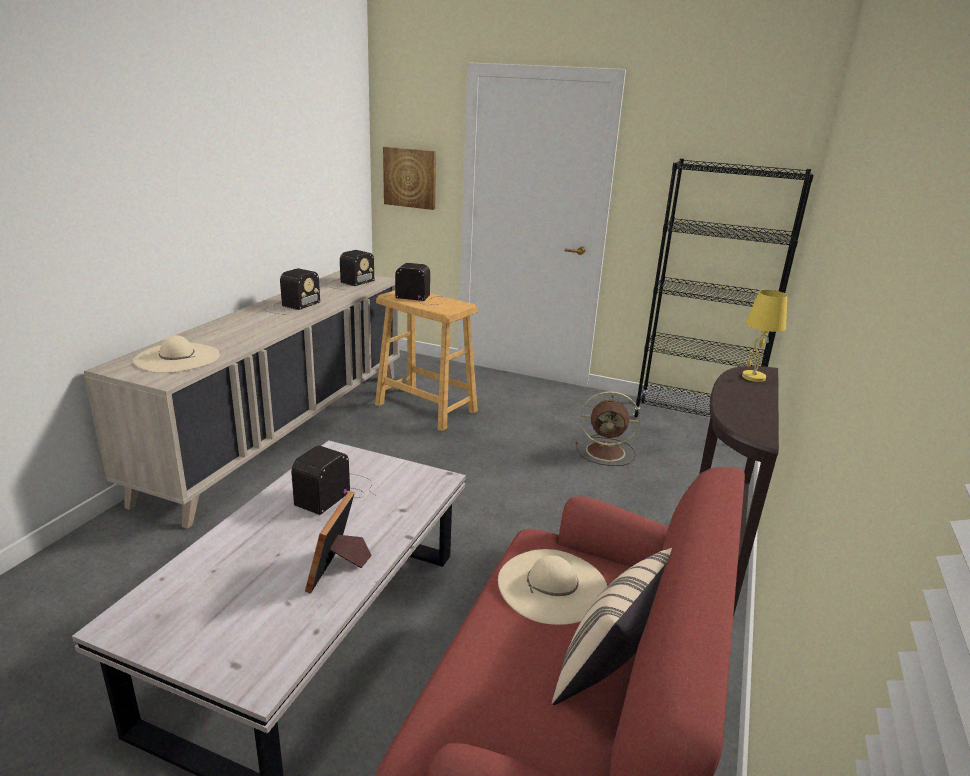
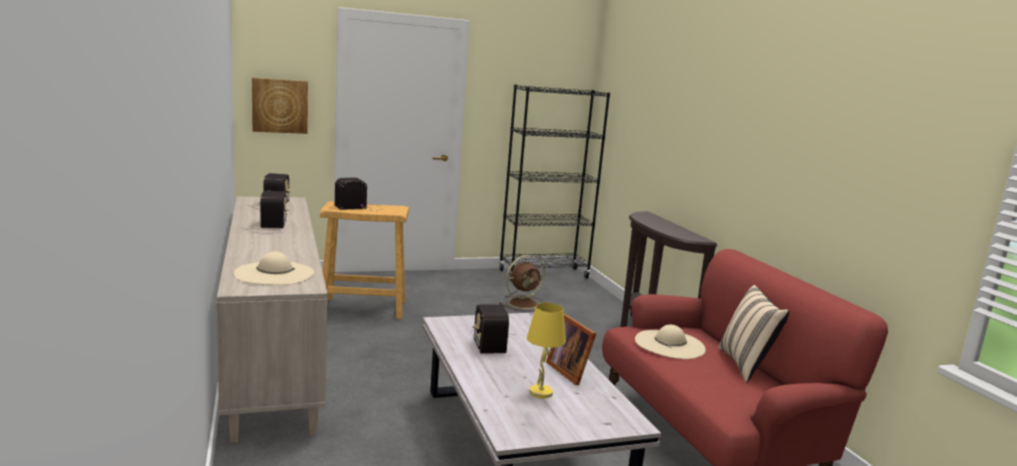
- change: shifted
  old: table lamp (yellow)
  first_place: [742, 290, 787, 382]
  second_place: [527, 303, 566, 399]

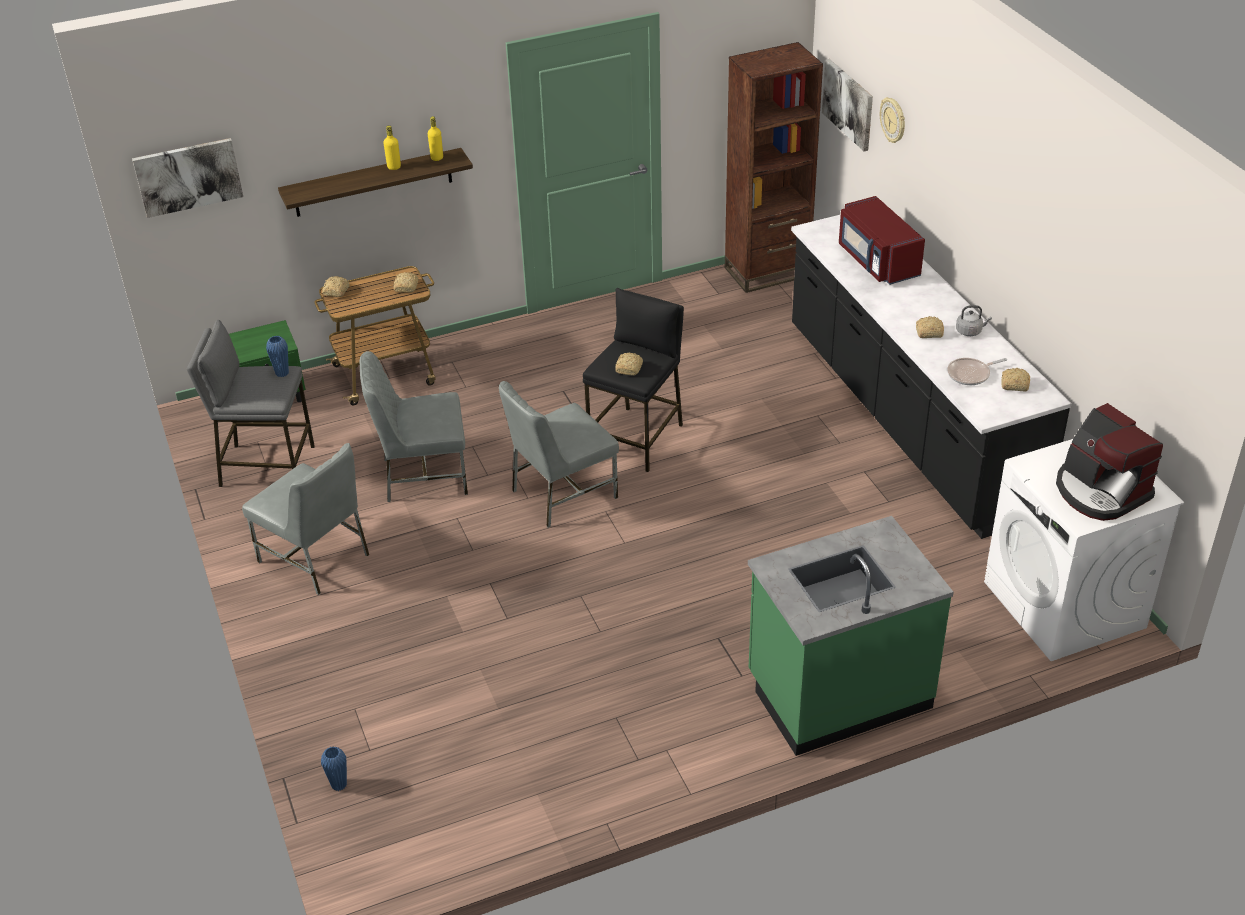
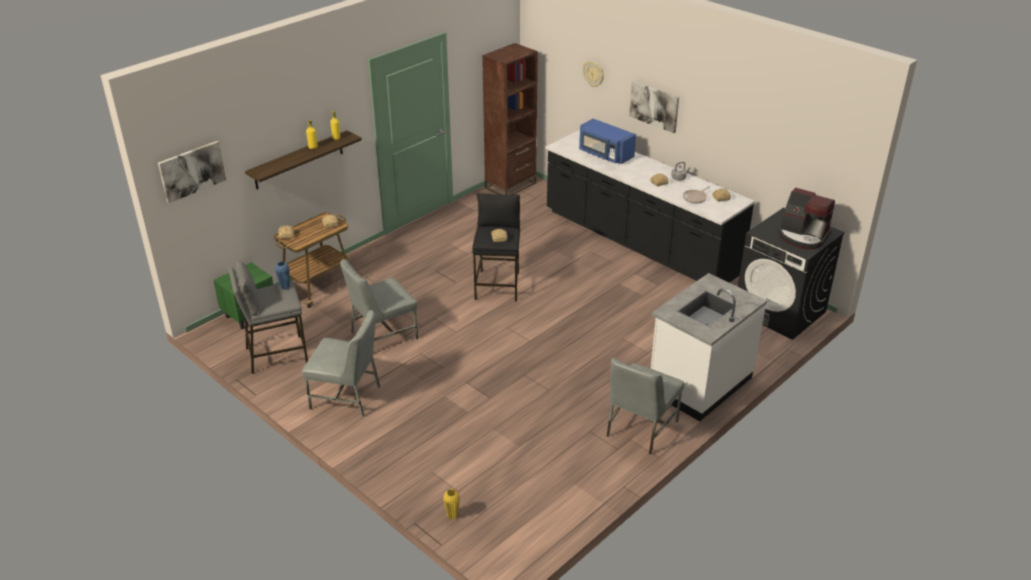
- change: shifted
  old: picture
  first_place: [822, 59, 873, 151]
  second_place: [629, 81, 679, 133]
- change: repainted
  old: microwave (red)
  new: microwave (blue)
  first_place: [839, 196, 925, 285]
  second_place: [579, 118, 636, 164]
- change: shifted
  old: chair (grey)
  first_place: [499, 381, 619, 528]
  second_place: [607, 358, 684, 455]
- change: repainted
  old: washing machine (white)
  new: washing machine (black)
  first_place: [984, 439, 1184, 661]
  second_place: [738, 207, 845, 340]
- change: repainted
  old: counter (green)
  new: counter (white)
  first_place: [748, 516, 954, 756]
  second_place: [651, 273, 767, 421]
- change: repainted
  old: vase (blue)
  new: vase (yellow)
  first_place: [321, 746, 347, 791]
  second_place: [443, 489, 460, 520]

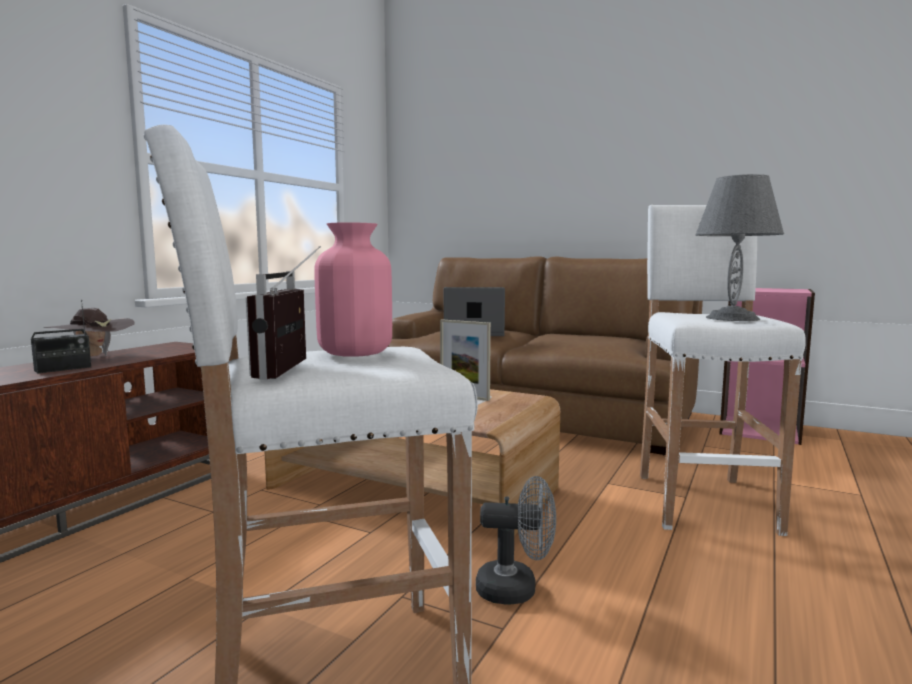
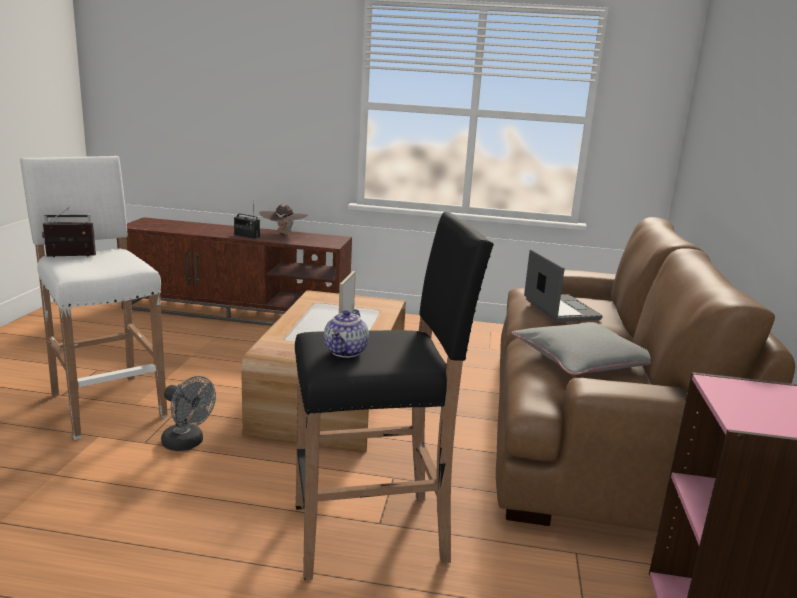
- change: swapped
  old: table lamp (grey)
  new: teapot
  first_place: [695, 174, 784, 321]
  second_place: [324, 309, 369, 358]
- change: repainted
  old: stool (white)
  new: stool (black)
  first_place: [640, 205, 806, 536]
  second_place: [295, 212, 494, 580]
- change: gone
  old: vase (pink)
  first_place: [314, 222, 392, 357]
- change: rotated
  old: fan (grey)
  first_place: [476, 476, 556, 604]
  second_place: [161, 376, 216, 451]
  degrees: -45
- change: new
  new: pillow (grey)
  second_place: [511, 322, 651, 375]

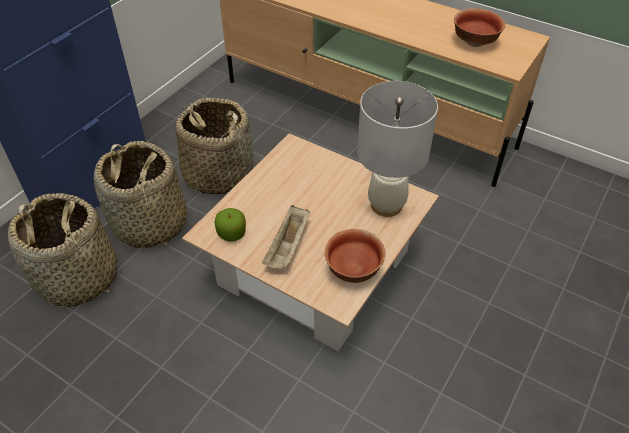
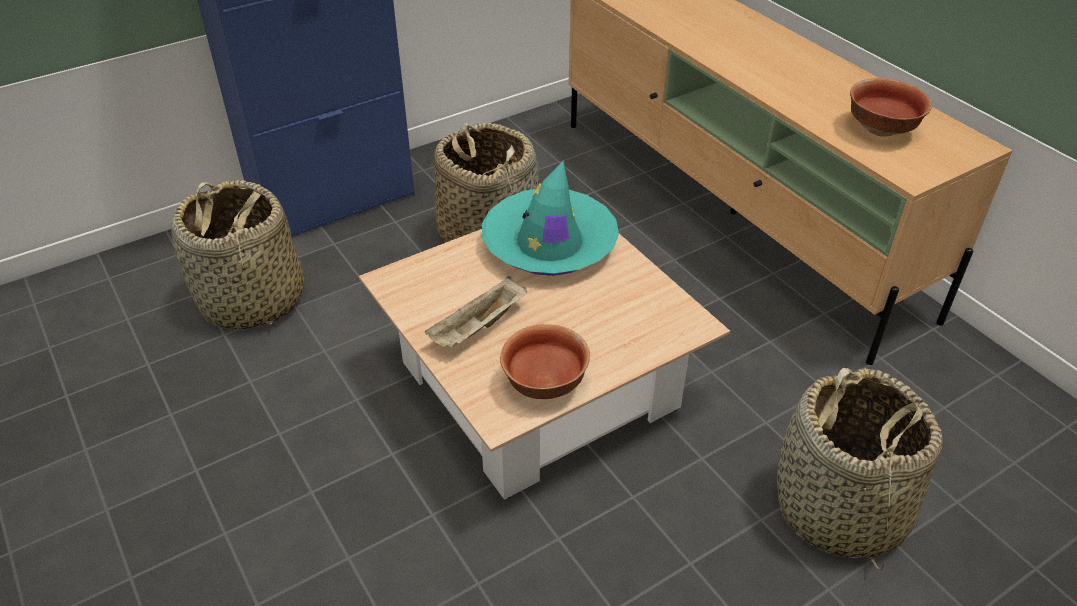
- change: gone
  old: table lamp (white)
  first_place: [357, 81, 438, 217]
- change: shifted
  old: basket
  first_place: [94, 141, 187, 248]
  second_place: [777, 368, 943, 571]
- change: gone
  old: apple
  first_place: [215, 208, 246, 242]
- change: new
  new: hat (turquoise)
  second_place: [482, 160, 619, 276]

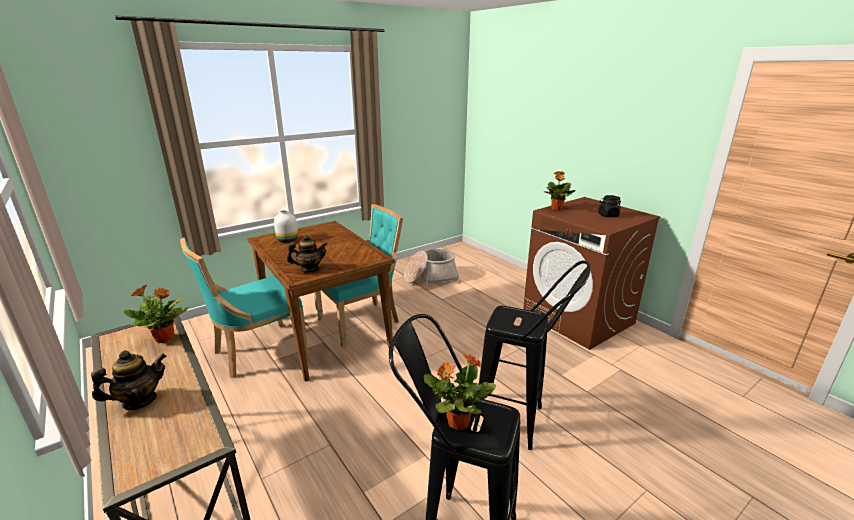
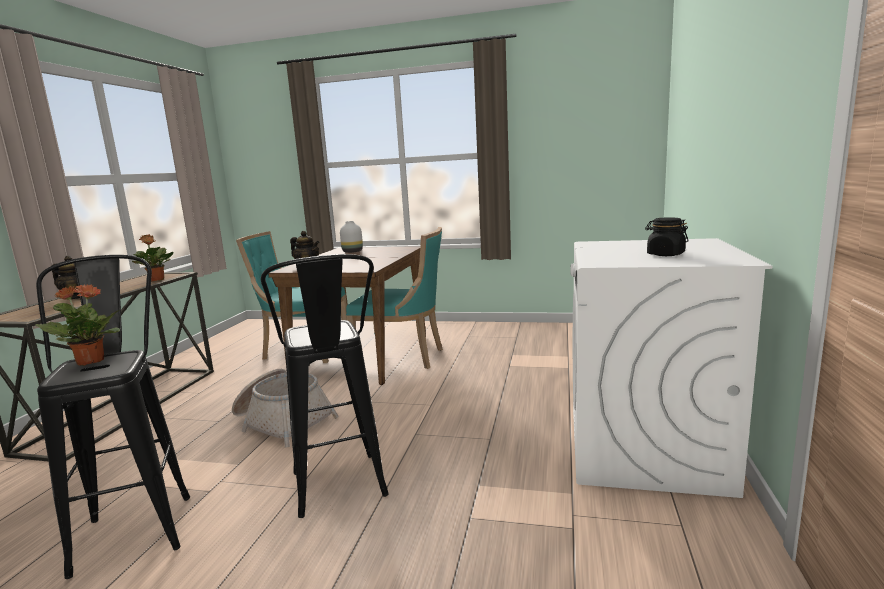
- change: gone
  old: potted plant
  first_place: [544, 171, 575, 210]
- change: repainted
  old: washing machine (brown)
  new: washing machine (white)
  first_place: [523, 197, 660, 350]
  second_place: [570, 238, 772, 498]
- change: shifted
  old: basket
  first_place: [404, 249, 461, 287]
  second_place: [232, 369, 339, 448]

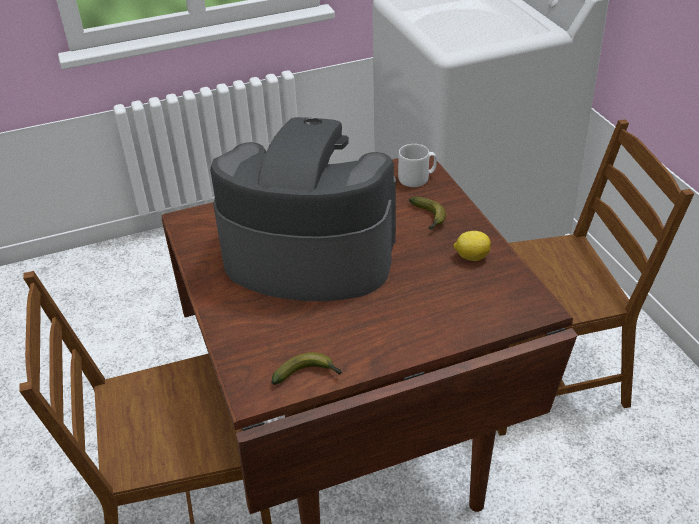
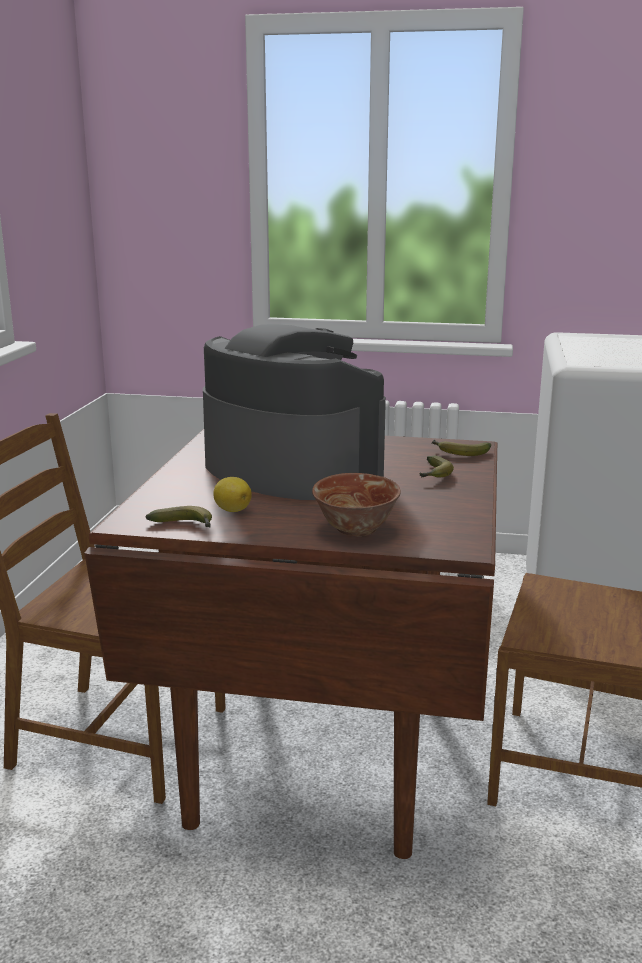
- change: swapped
  old: mug (grey)
  new: banana
  first_place: [398, 144, 437, 187]
  second_place: [432, 440, 491, 456]
- change: shifted
  old: lemon
  first_place: [453, 231, 491, 261]
  second_place: [213, 477, 252, 512]
- change: new
  new: bowl
  second_place: [312, 473, 401, 536]

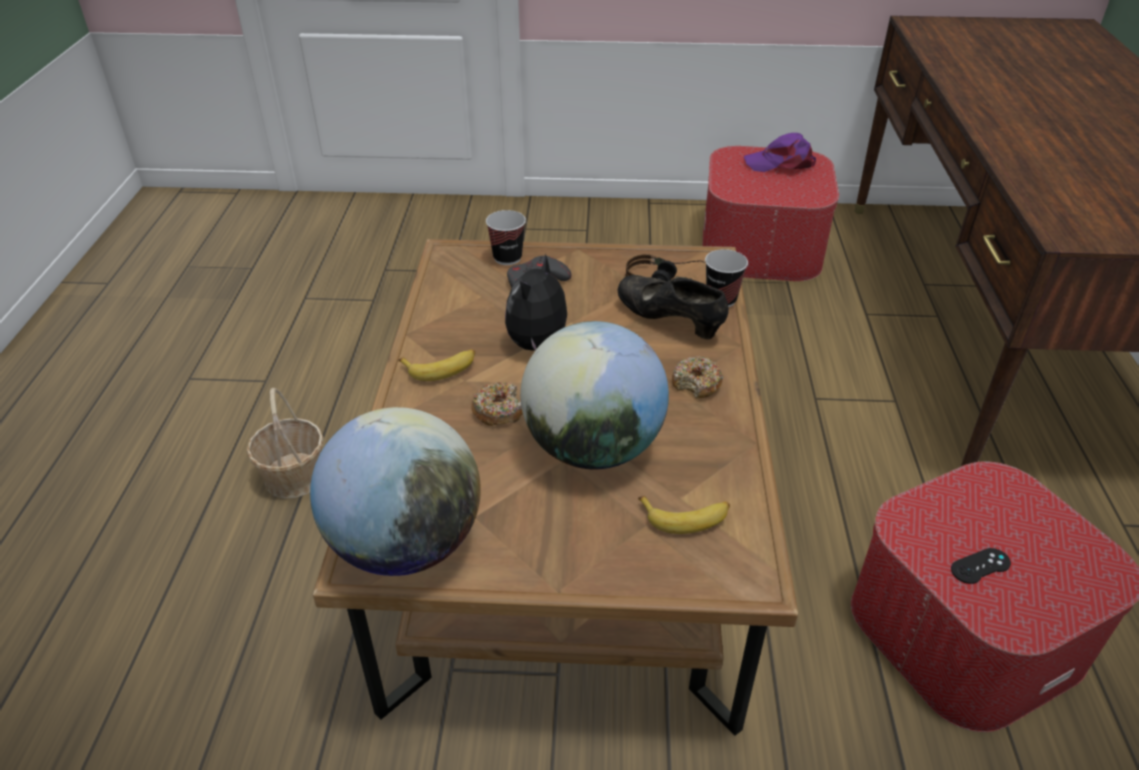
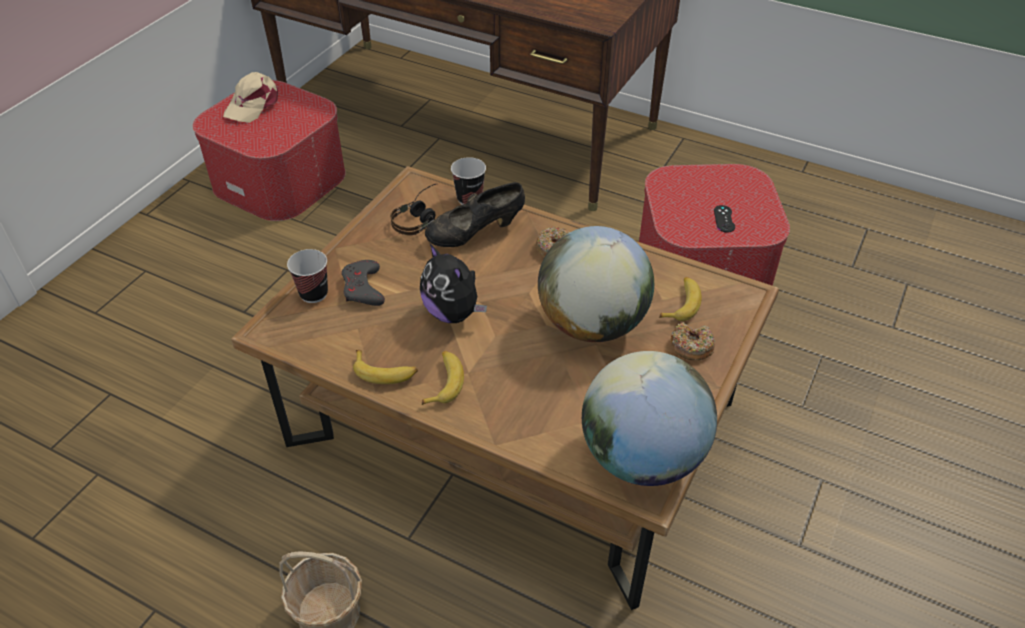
- change: repainted
  old: cap (purple)
  new: cap (beige)
  first_place: [744, 133, 816, 172]
  second_place: [223, 72, 278, 123]
- change: shifted
  old: donut
  first_place: [471, 382, 523, 426]
  second_place: [671, 322, 715, 360]
- change: new
  new: banana
  second_place: [353, 350, 418, 384]

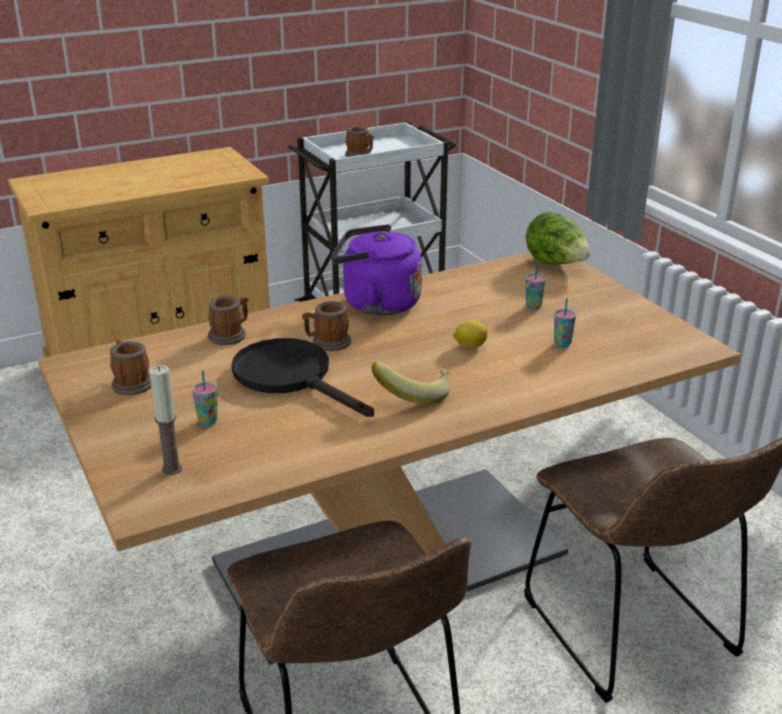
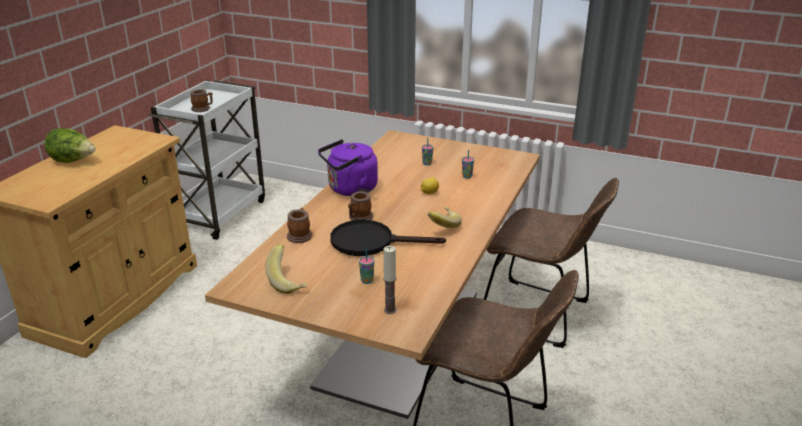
- change: shifted
  old: lettuce
  first_place: [526, 212, 590, 265]
  second_place: [44, 128, 95, 163]
- change: swapped
  old: mug
  new: banana
  first_place: [110, 340, 151, 395]
  second_place: [265, 244, 307, 294]

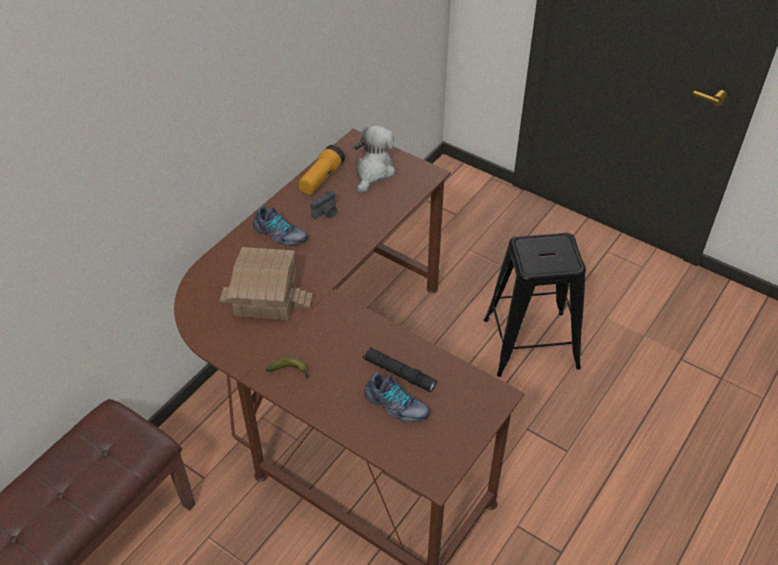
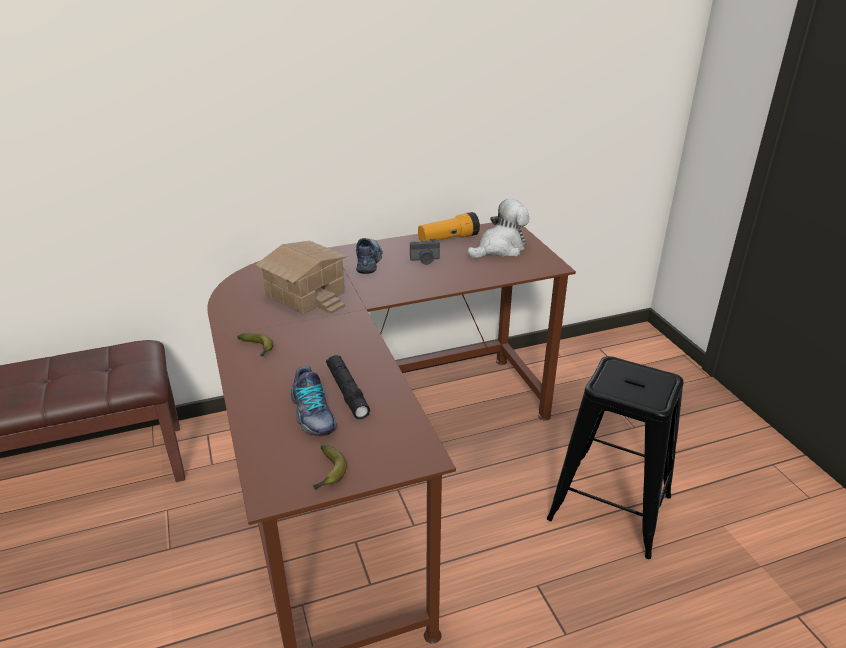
- change: rotated
  old: shoe
  first_place: [253, 206, 308, 246]
  second_place: [356, 238, 383, 274]
  degrees: -150
- change: new
  new: banana
  second_place: [313, 445, 347, 490]

